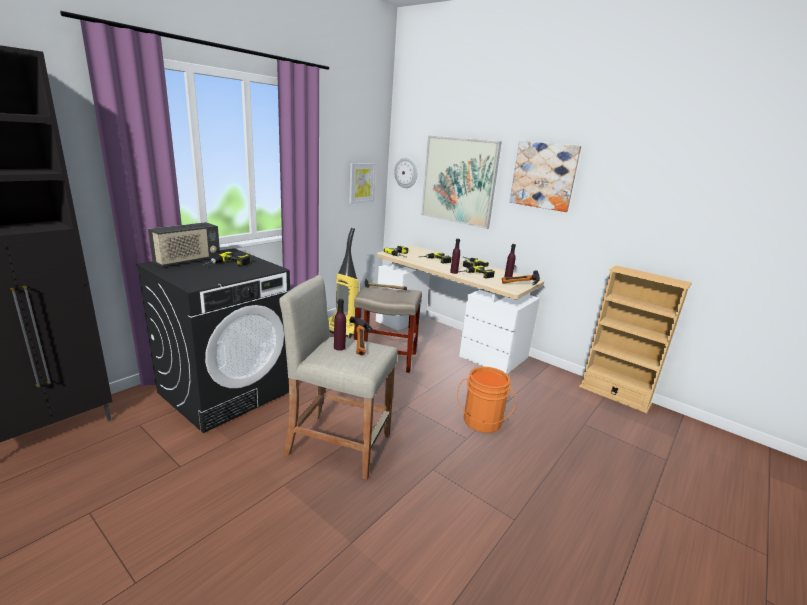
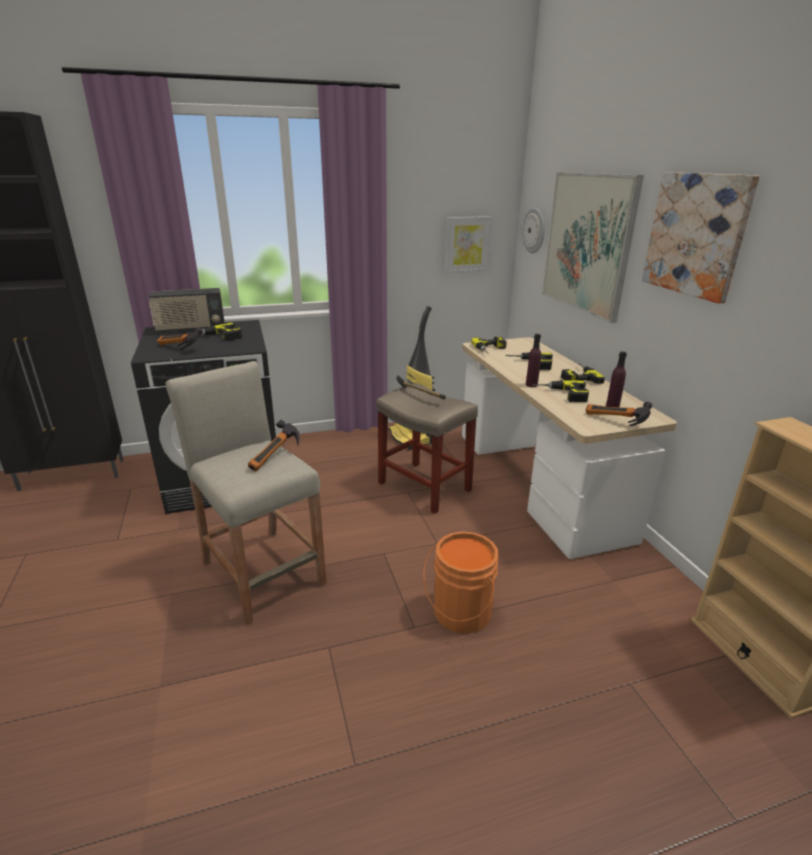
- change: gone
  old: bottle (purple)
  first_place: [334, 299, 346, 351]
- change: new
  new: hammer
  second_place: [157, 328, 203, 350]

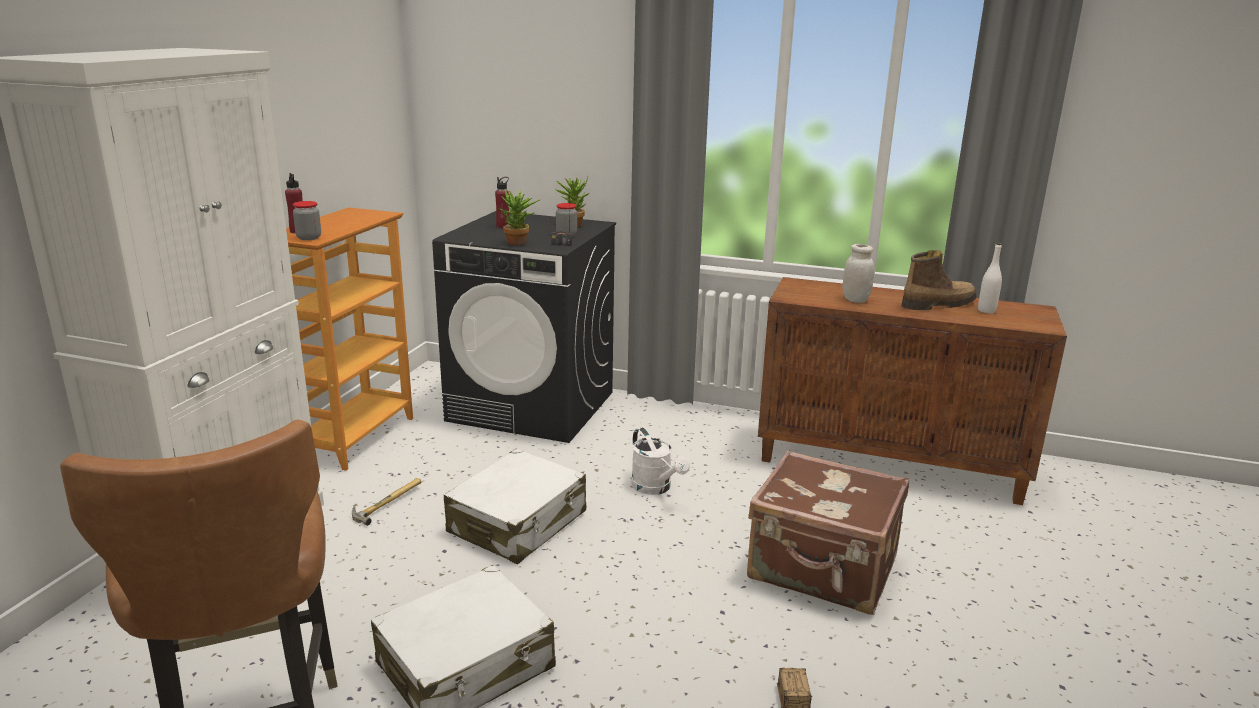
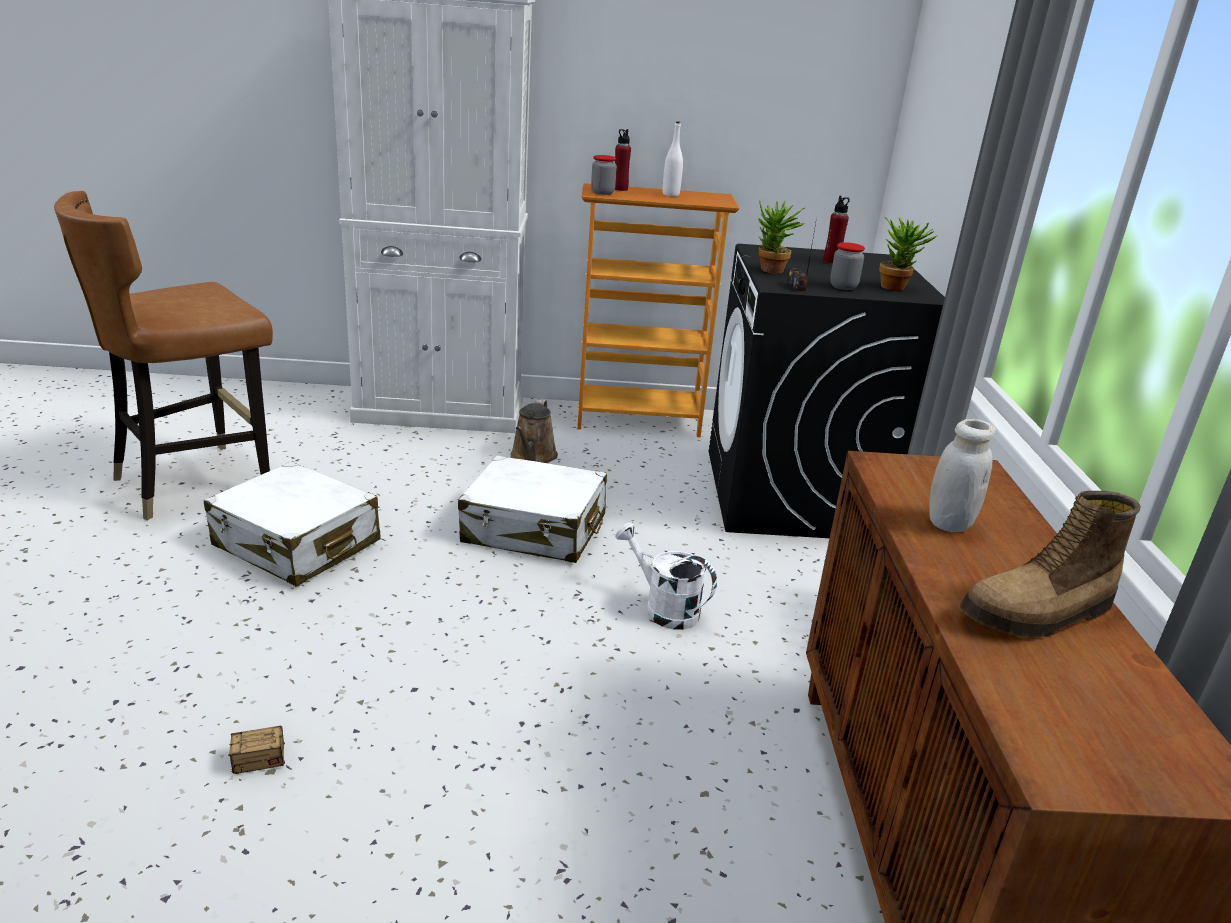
- change: shifted
  old: bottle (white)
  first_place: [978, 243, 1002, 313]
  second_place: [663, 121, 683, 196]
- change: rotated
  old: boot
  first_place: [901, 250, 977, 310]
  second_place: [960, 491, 1141, 638]
  degrees: 105
- change: rotated
  old: watering can (white)
  first_place: [631, 428, 690, 495]
  second_place: [615, 522, 717, 630]
  degrees: 90
- change: gone
  old: suitcase (brown)
  first_place: [747, 451, 909, 615]
- change: swapped
  old: hammer
  new: watering can (brown)
  first_place: [352, 478, 421, 526]
  second_place: [510, 400, 558, 463]

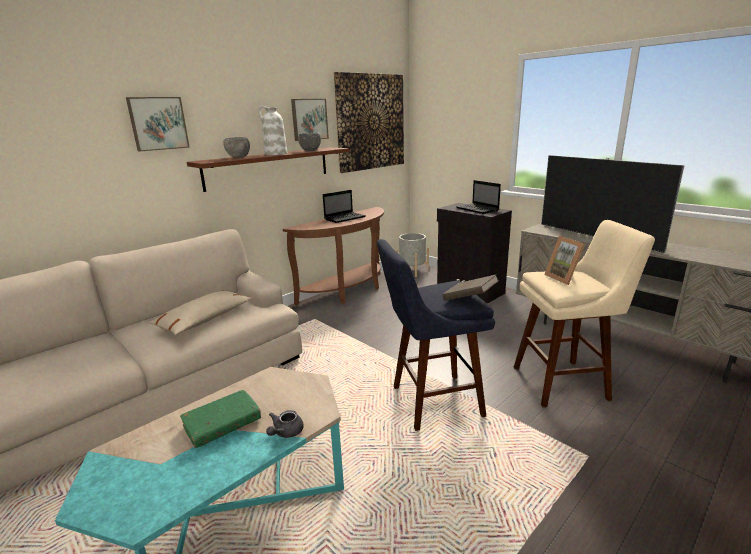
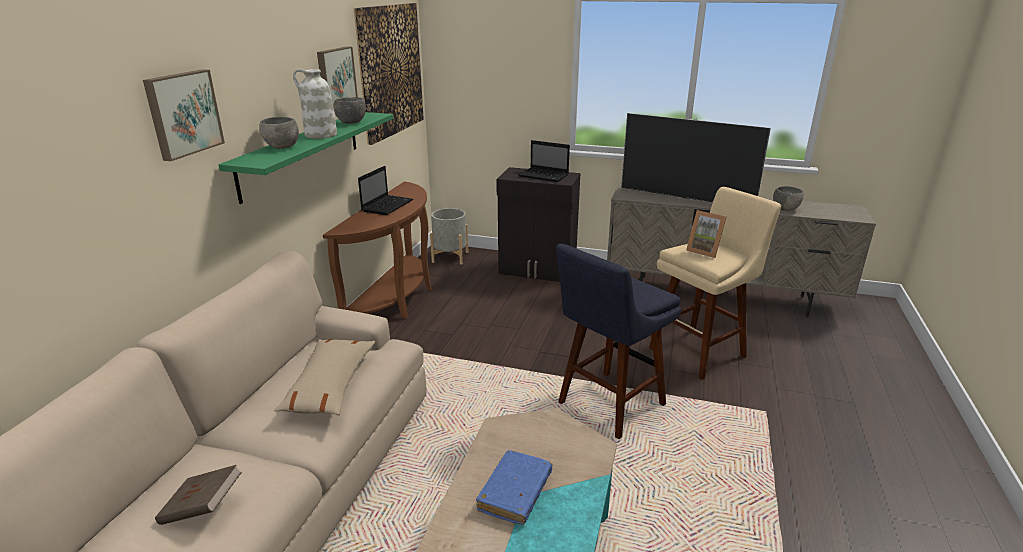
- change: repainted
  old: shelf (brown)
  new: shelf (green)
  first_place: [187, 147, 349, 192]
  second_place: [219, 112, 393, 204]
- change: shifted
  old: book (brown)
  first_place: [442, 274, 498, 301]
  second_place: [155, 465, 242, 525]
- change: repainted
  old: book (green)
  new: book (blue)
  first_place: [180, 390, 261, 448]
  second_place: [476, 450, 552, 525]
- change: gone
  old: teapot (grey)
  first_place: [266, 410, 304, 438]
- change: new
  new: bowl (grey)
  second_place: [773, 186, 804, 211]

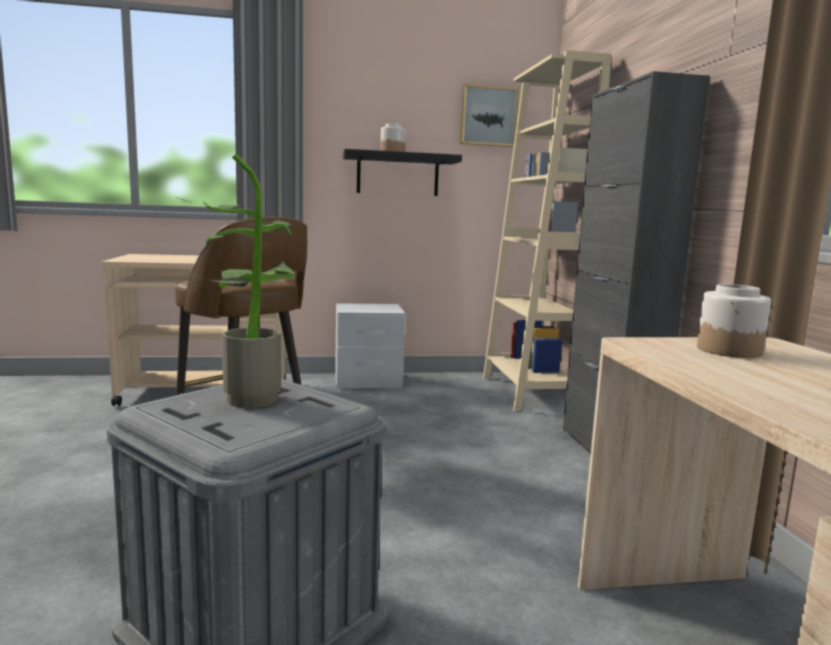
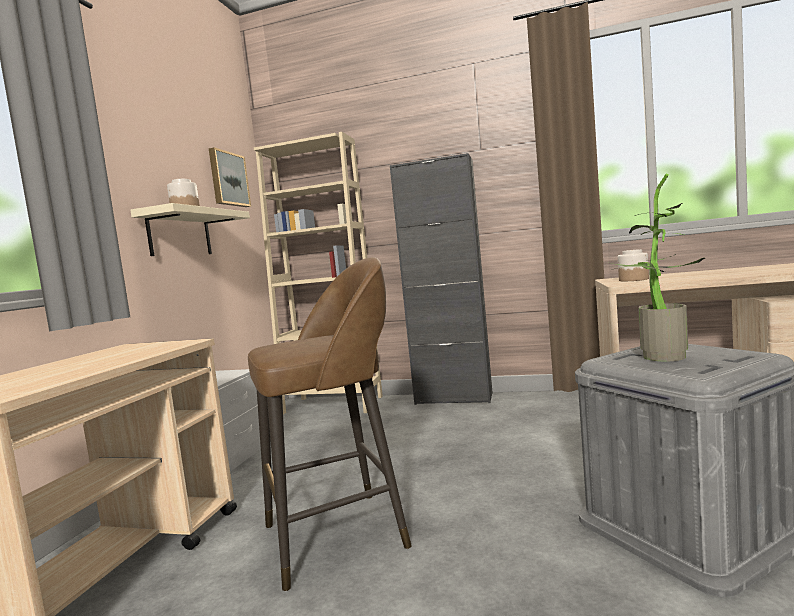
- change: repainted
  old: shelf (black)
  new: shelf (beige)
  first_place: [343, 149, 462, 196]
  second_place: [130, 203, 250, 256]

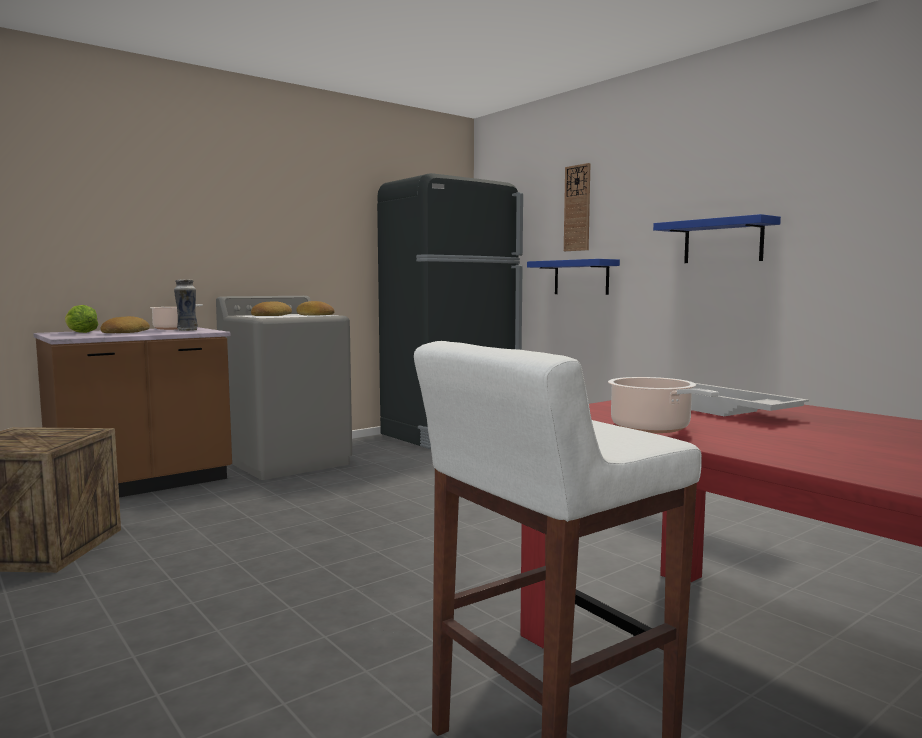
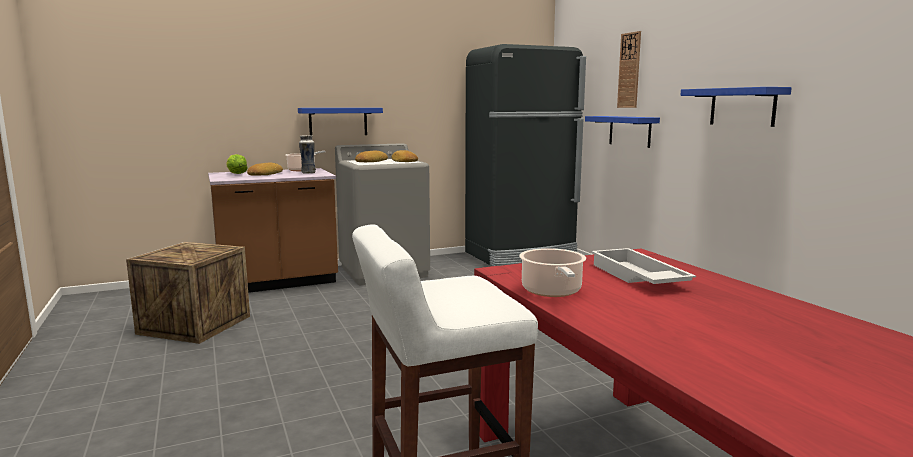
- change: new
  new: shelf (blue)
  second_place: [298, 108, 383, 136]

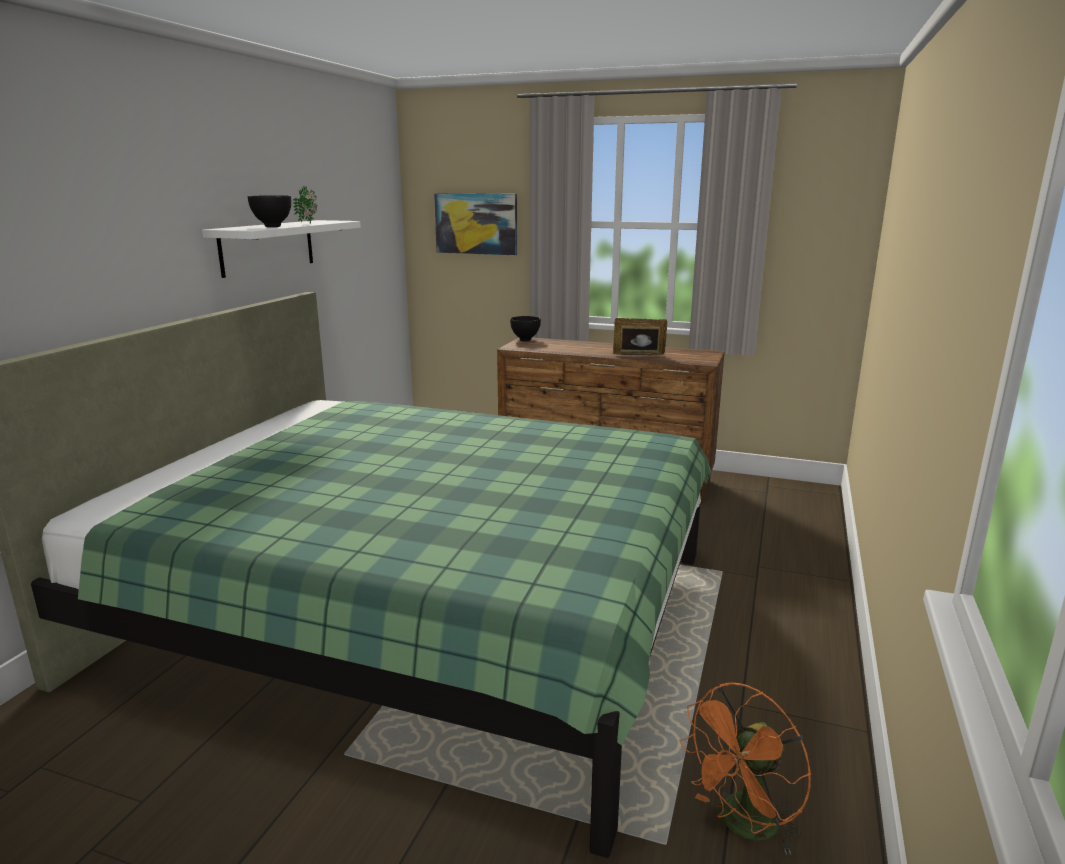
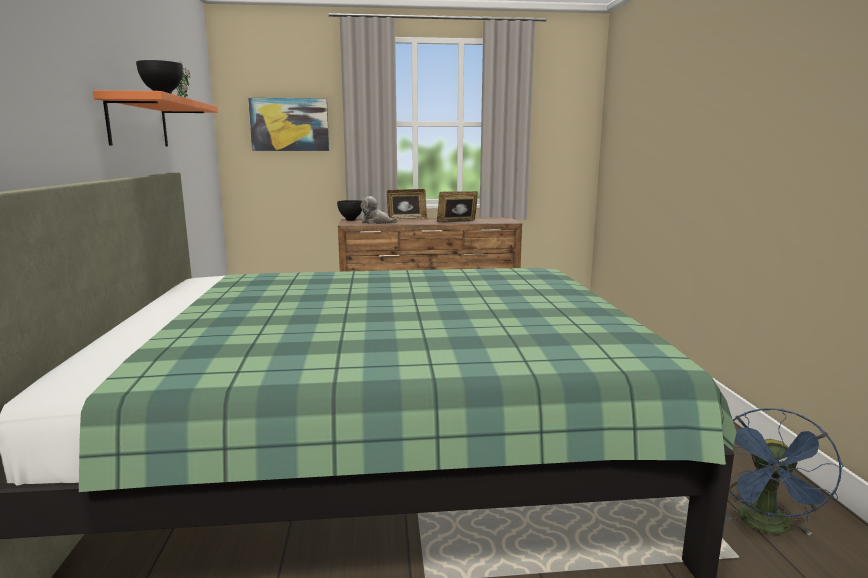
- change: repainted
  old: shelf (white)
  new: shelf (orange)
  first_place: [202, 220, 361, 278]
  second_place: [93, 90, 218, 146]
- change: repainted
  old: fan (orange)
  new: fan (blue)
  first_place: [680, 682, 811, 855]
  second_place: [725, 408, 843, 536]
- change: new
  new: picture frame
  second_place: [387, 189, 427, 220]
- change: new
  new: plush toy
  second_place: [361, 196, 398, 224]

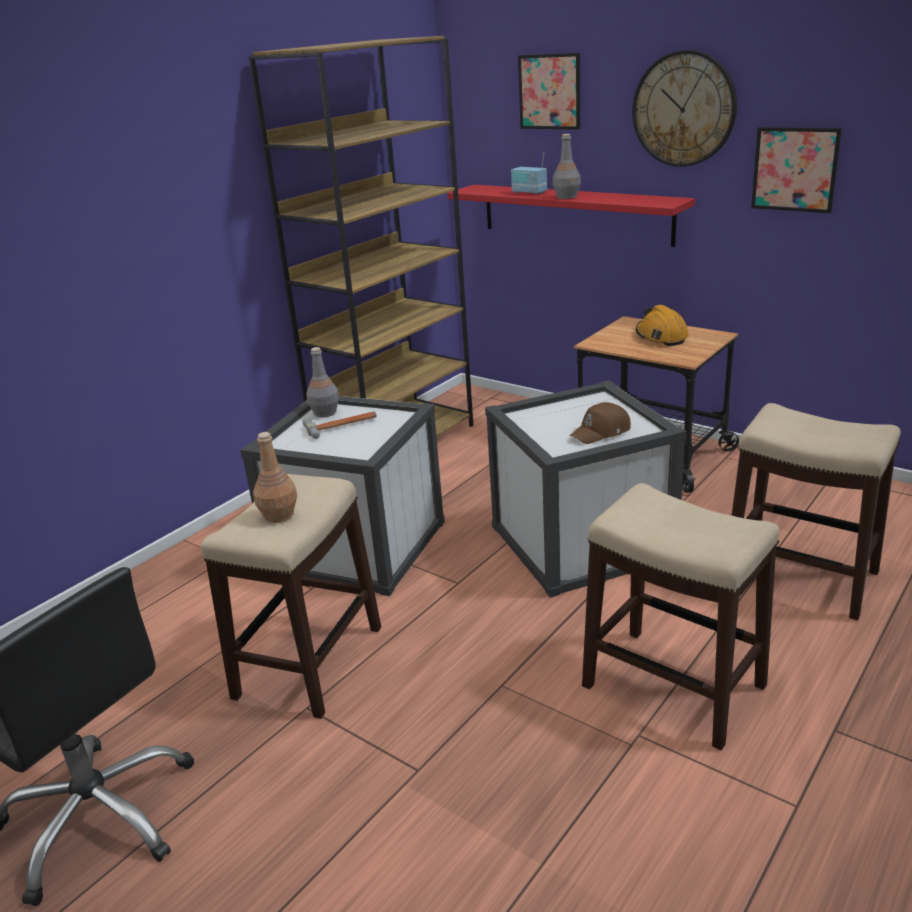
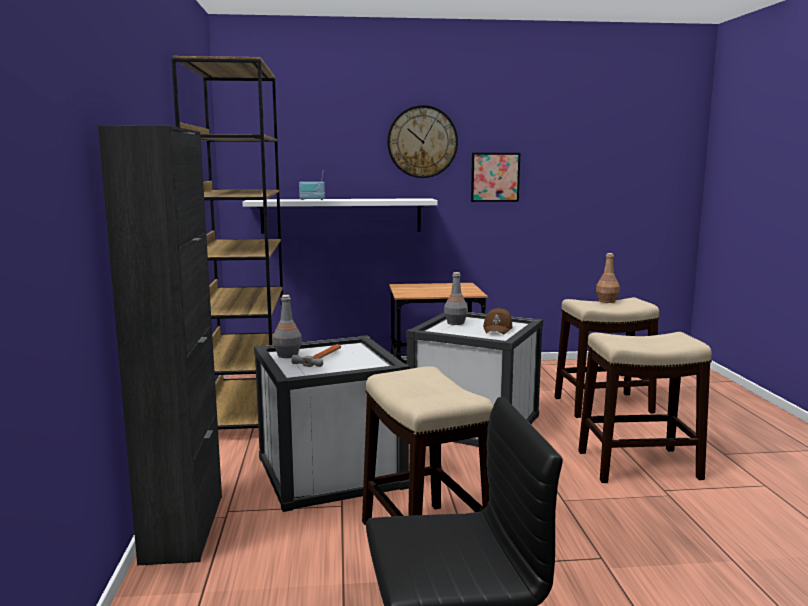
- change: gone
  old: picture
  first_place: [518, 53, 580, 130]
- change: shifted
  old: bottle (grey)
  first_place: [553, 134, 581, 199]
  second_place: [444, 272, 468, 325]
- change: repainted
  old: shelf (red)
  new: shelf (white)
  first_place: [447, 185, 695, 247]
  second_place: [243, 198, 438, 234]
- change: gone
  old: hard hat (orange)
  first_place: [636, 305, 689, 346]
- change: shifted
  old: bottle (brown)
  first_place: [253, 432, 297, 523]
  second_place: [596, 253, 620, 303]
- change: new
  new: cabinet (black)
  second_place: [98, 125, 222, 565]

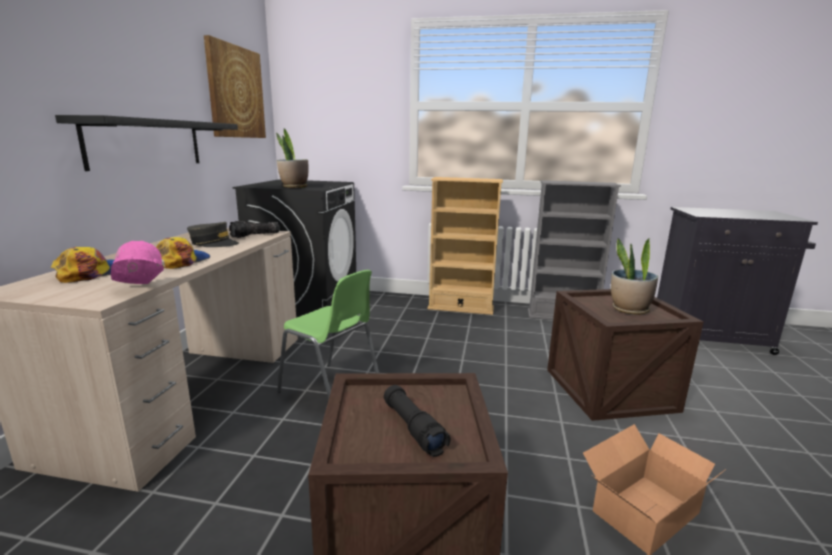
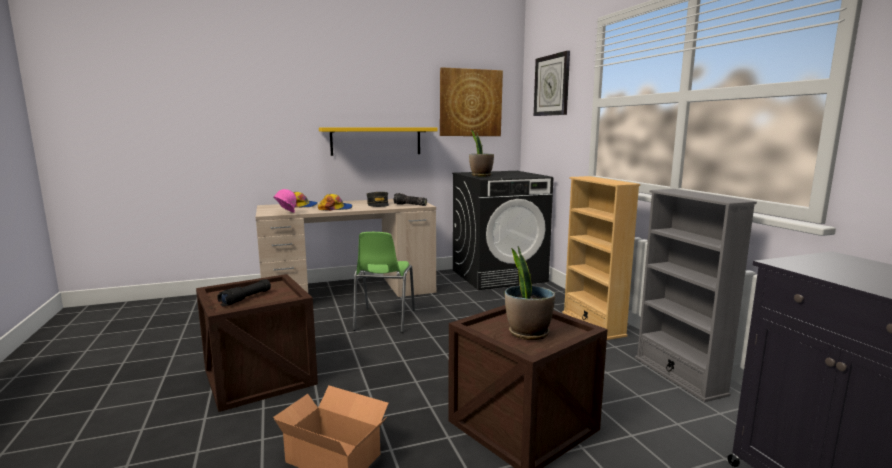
- change: repainted
  old: shelf (black)
  new: shelf (yellow)
  first_place: [55, 115, 238, 171]
  second_place: [319, 127, 437, 156]
- change: new
  new: wall clock
  second_place: [534, 51, 570, 116]

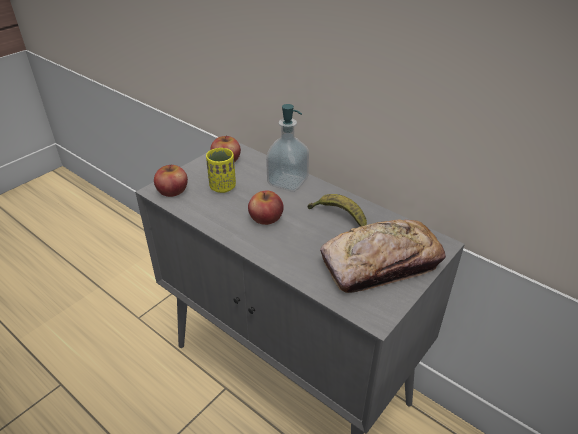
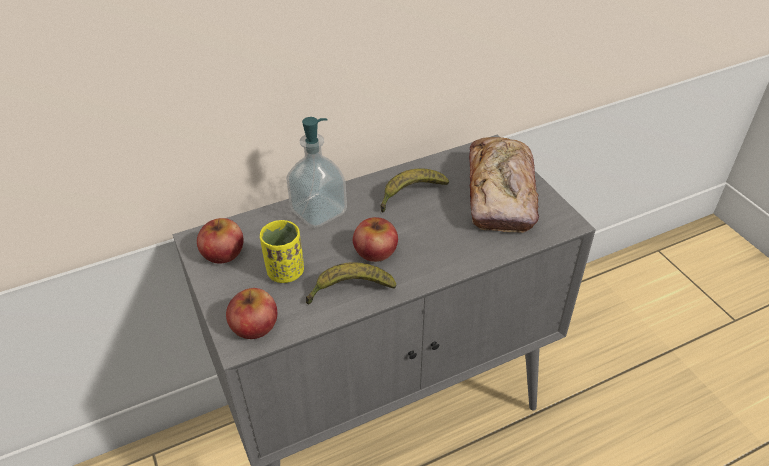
- change: new
  new: banana
  second_place: [306, 262, 396, 304]

